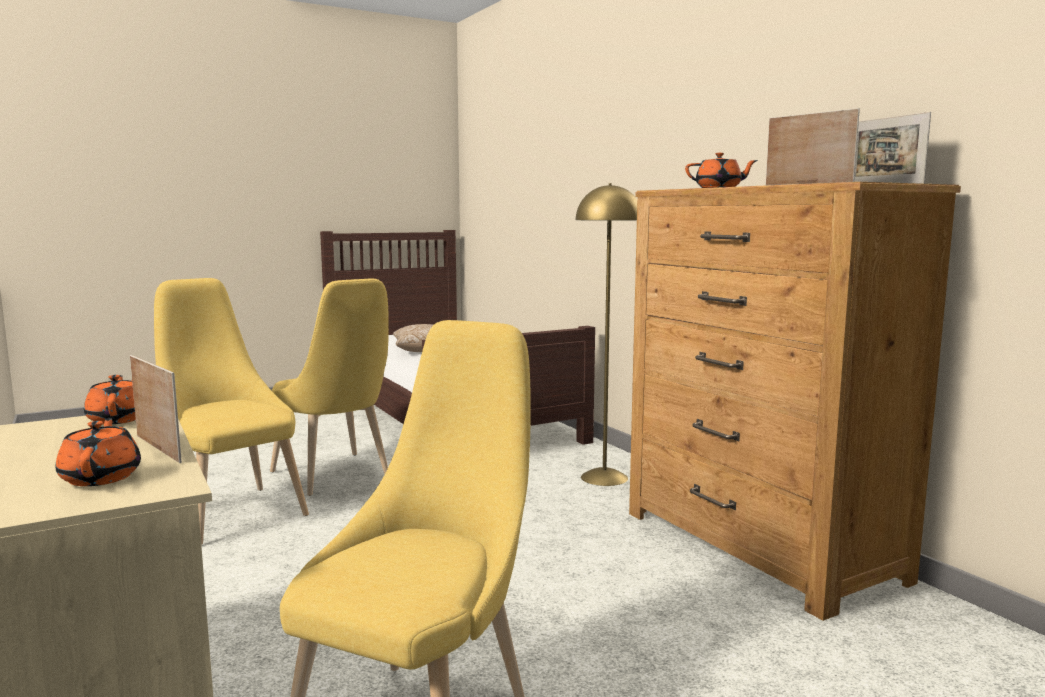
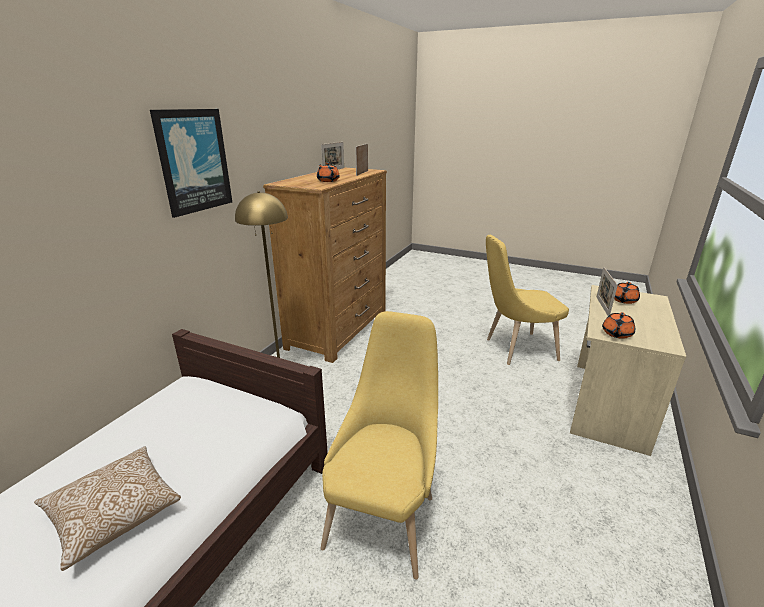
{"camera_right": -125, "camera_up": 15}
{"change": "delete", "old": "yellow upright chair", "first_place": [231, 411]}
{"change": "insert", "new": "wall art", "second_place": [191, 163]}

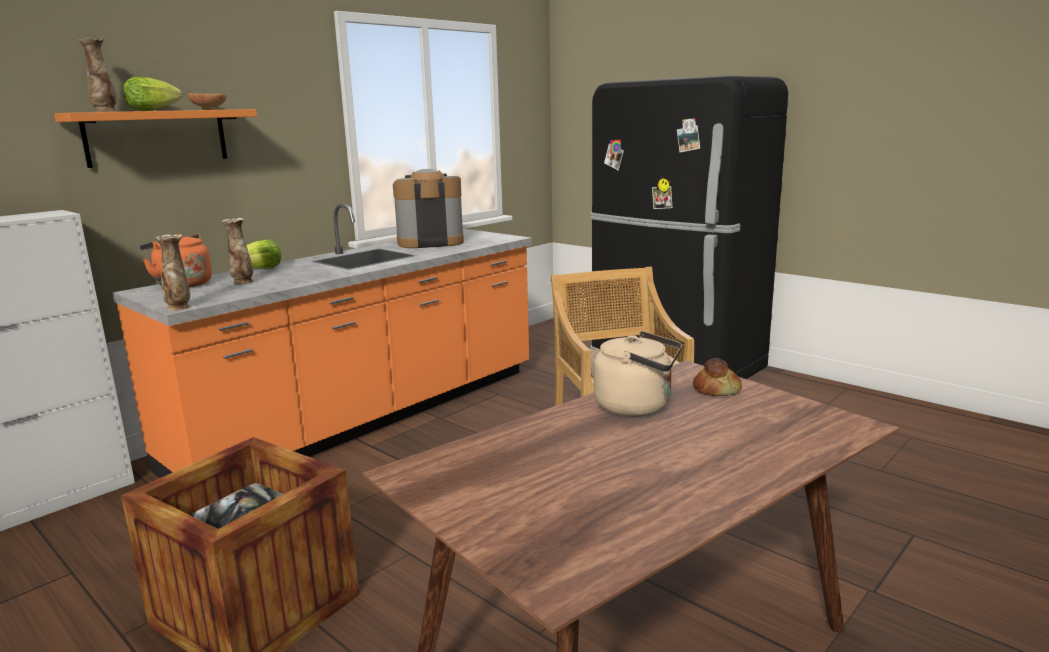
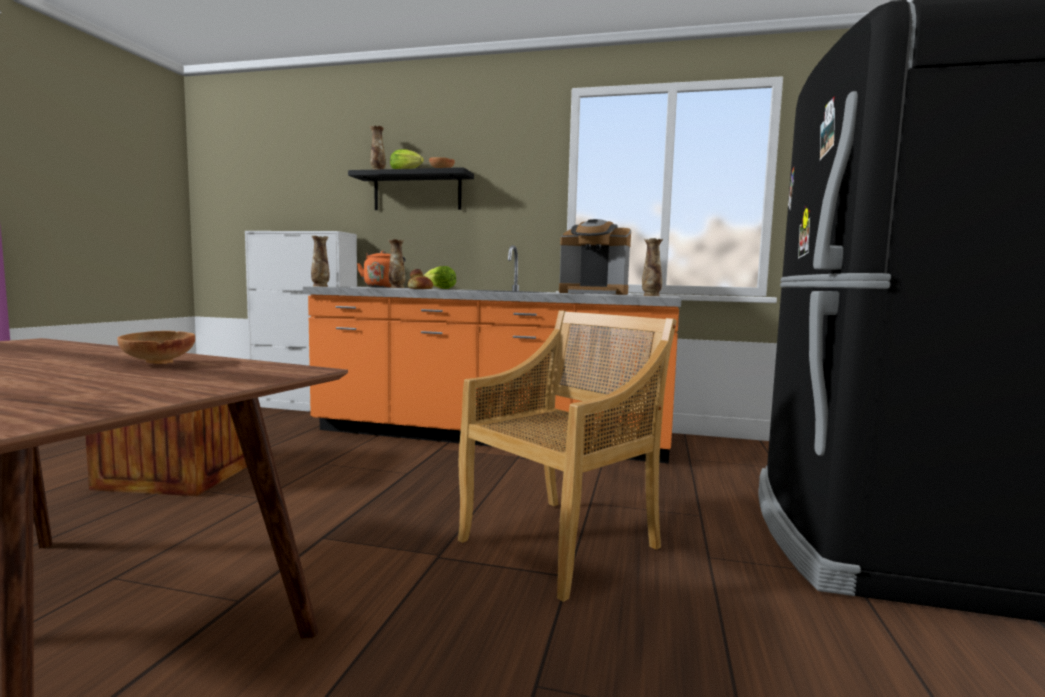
{"camera_right": 60, "camera_up": -10}
{"change": "recolor", "old": "orangey shelf", "new": "black shelf", "first_place": [155, 138], "second_place": [411, 188]}
{"change": "rotate", "old": "coffee machine", "first_place": [428, 208], "second_place": [595, 257], "degrees": 150}
{"change": "replace", "old": "beige-coloured kettle", "new": "brown-coloured deep dish", "first_place": [638, 374], "second_place": [156, 347]}
{"change": "move", "old": "baked bread", "first_place": [717, 377], "second_place": [420, 279]}
{"change": "insert", "new": "vase", "second_place": [652, 267]}

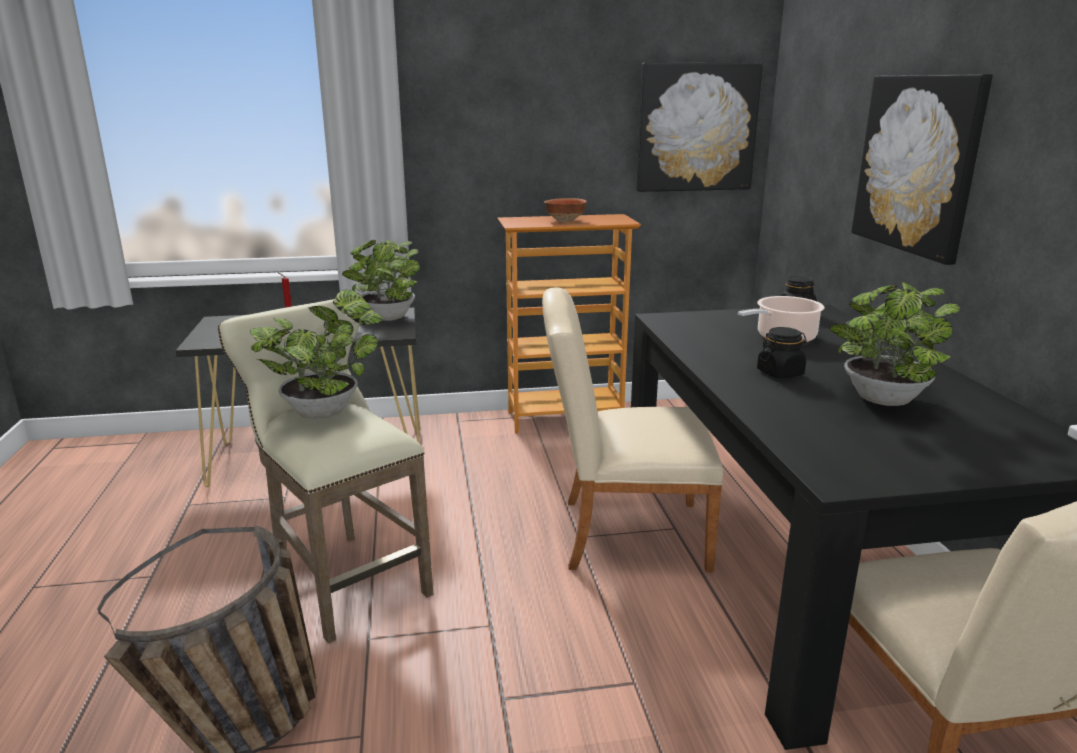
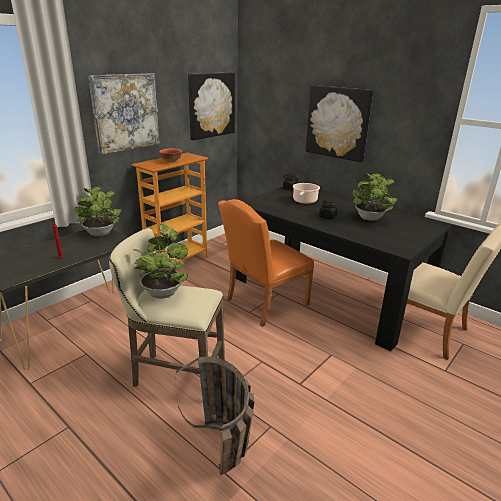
{"camera_right": -40, "camera_up": 5}
{"change": "recolor", "old": "beige-coloured upright chair", "new": "orangey upright chair", "first_place": [632, 429], "second_place": [266, 263]}
{"change": "insert", "new": "wall art", "second_place": [124, 113]}

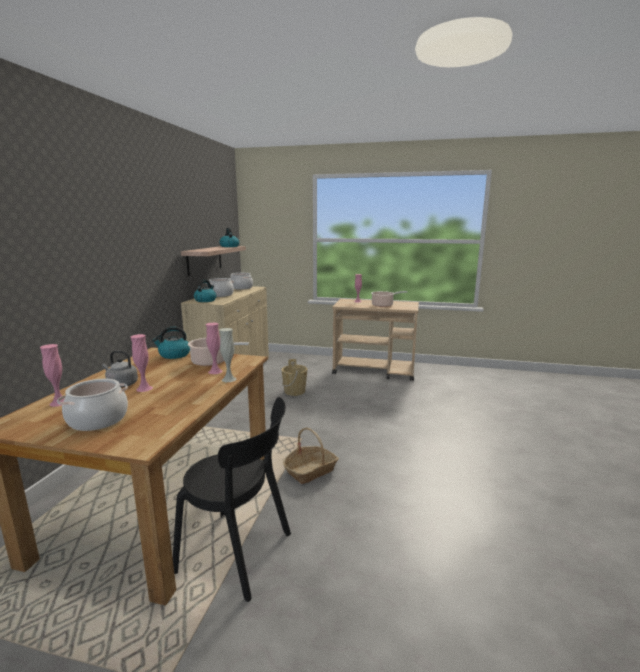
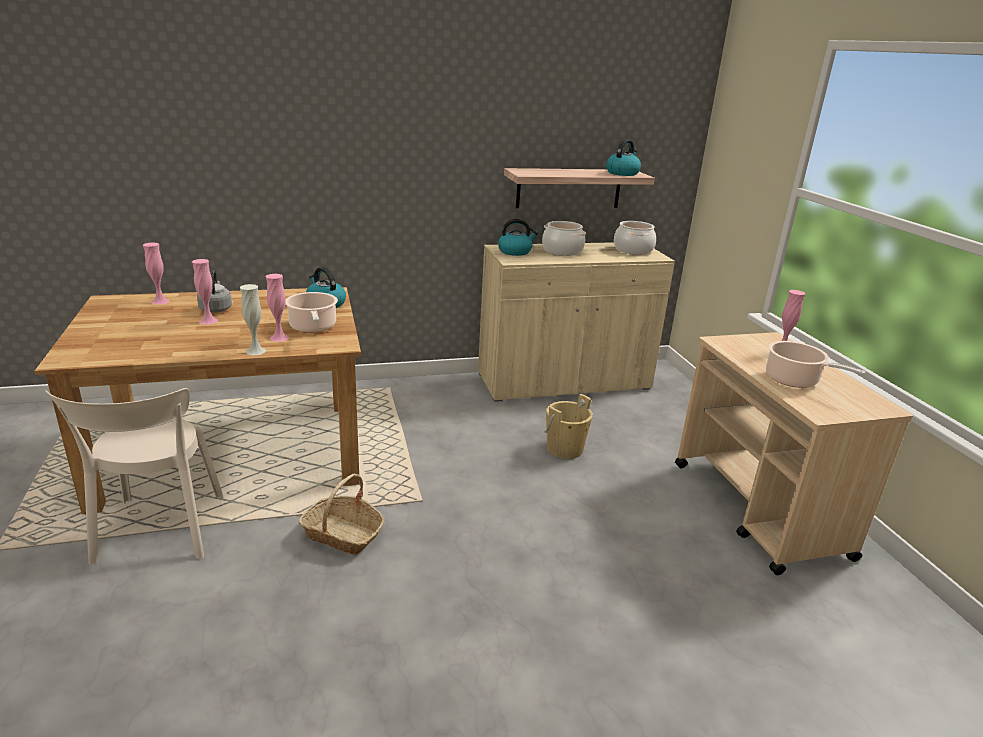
{"camera_right": 60, "camera_up": 10}
{"change": "delete", "old": "cooking pot", "first_place": [92, 405]}
{"change": "recolor", "old": "black upright chair", "new": "beige-coloured upright chair", "first_place": [232, 499], "second_place": [134, 476]}

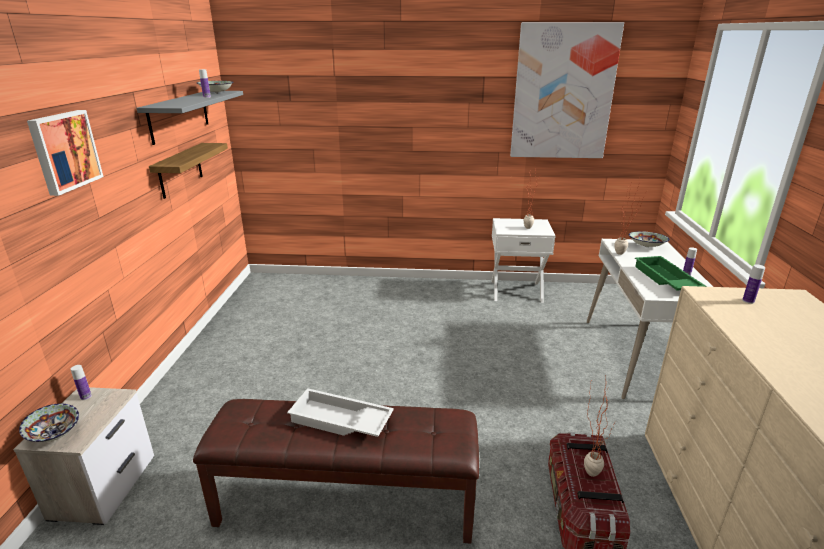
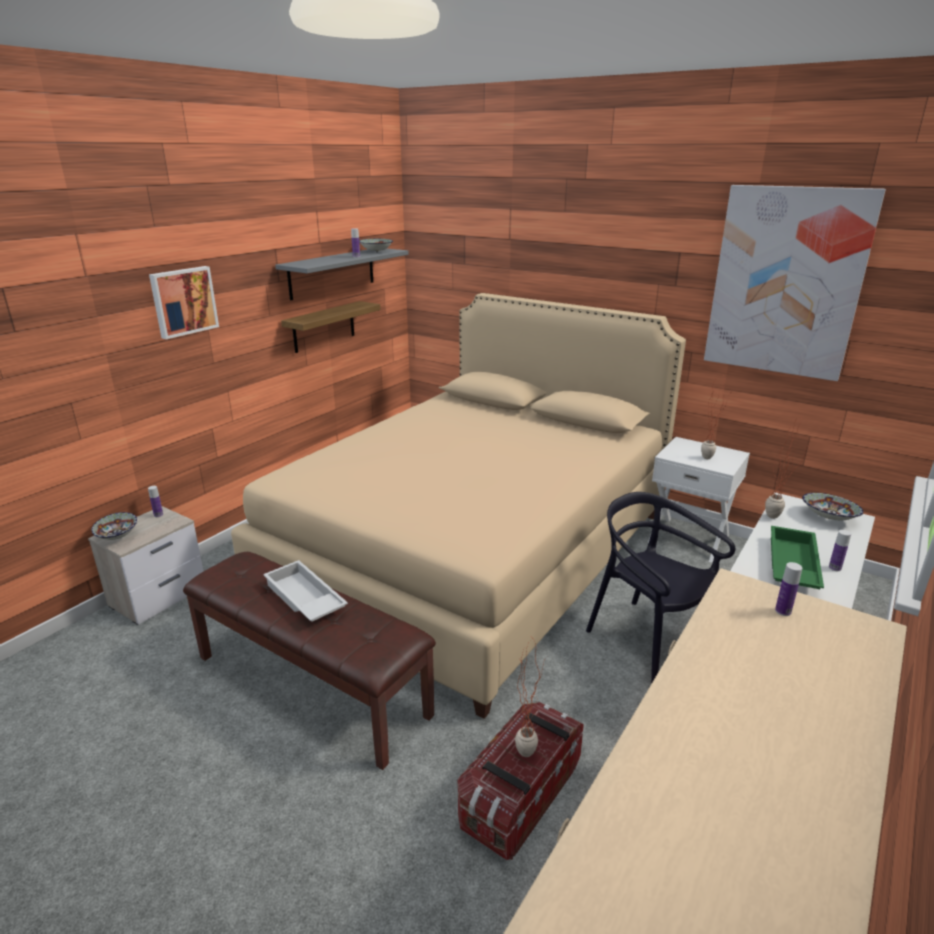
{"camera_right": 30, "camera_up": 0}
{"change": "insert", "new": "beige-coloured bed", "second_place": [458, 506]}
{"change": "insert", "new": "black upright chair", "second_place": [660, 588]}

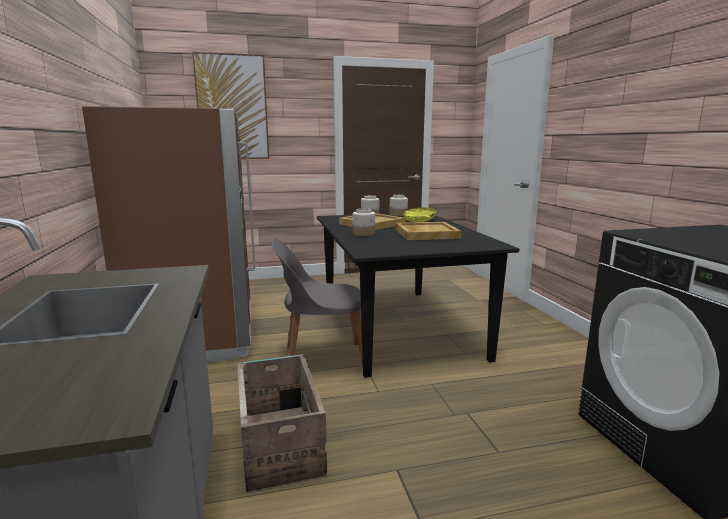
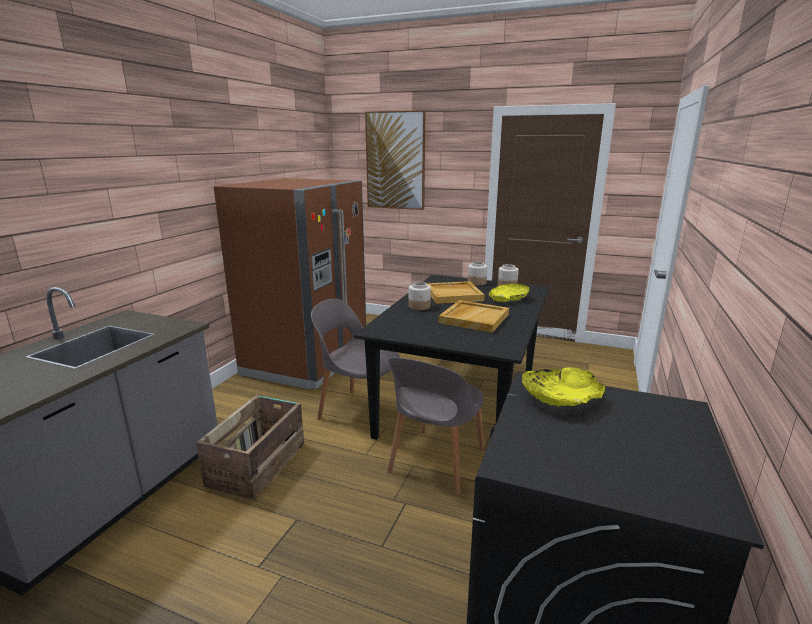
{"camera_right": 35, "camera_up": 5}
{"change": "insert", "new": "gray upright chair", "second_place": [435, 426]}
{"change": "insert", "new": "yellow deep dish", "second_place": [563, 386]}

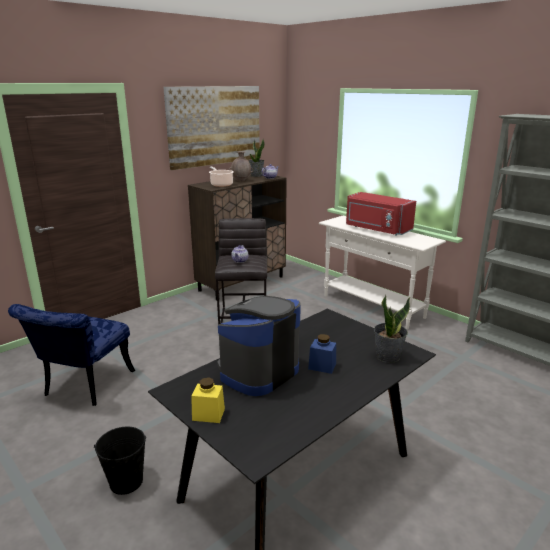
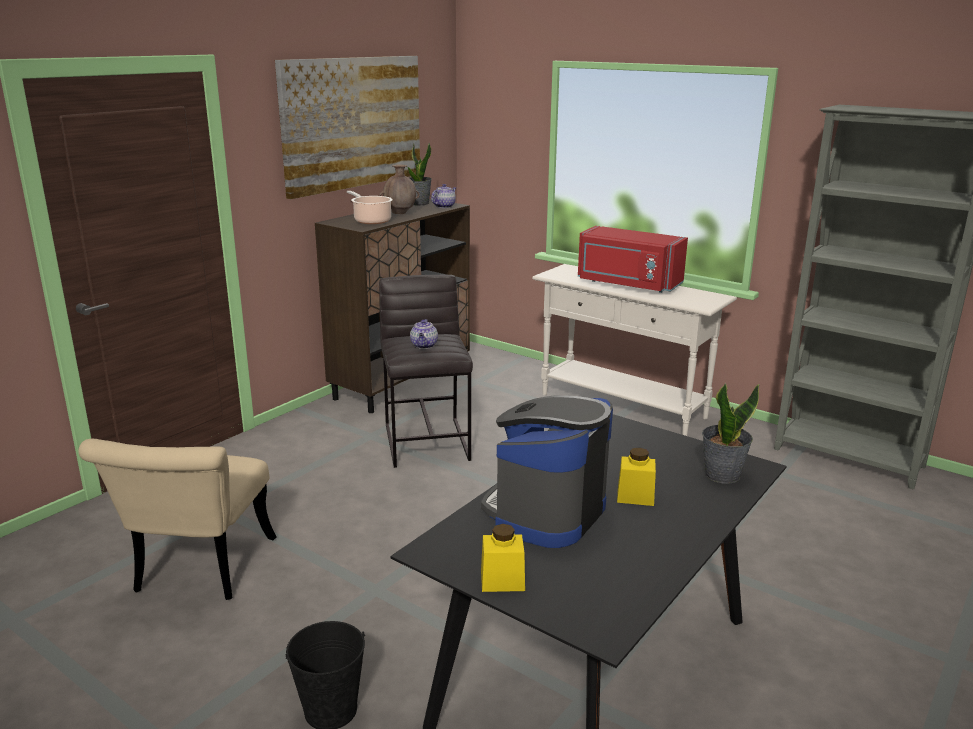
{"camera_right": -10, "camera_up": 0}
{"change": "recolor", "old": "blue-coloured upright chair", "new": "beige-coloured upright chair", "first_place": [71, 355], "second_place": [177, 519]}
{"change": "recolor", "old": "blue-coloured jar", "new": "yellow jar", "first_place": [322, 354], "second_place": [636, 477]}

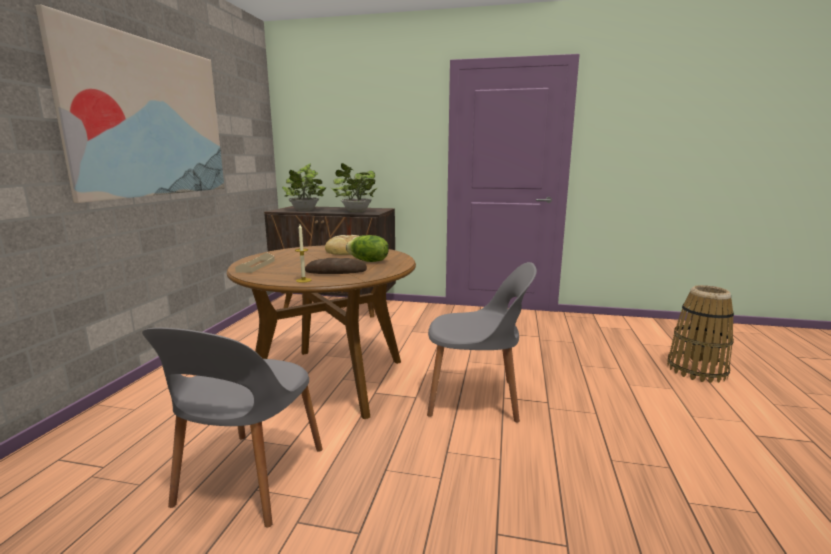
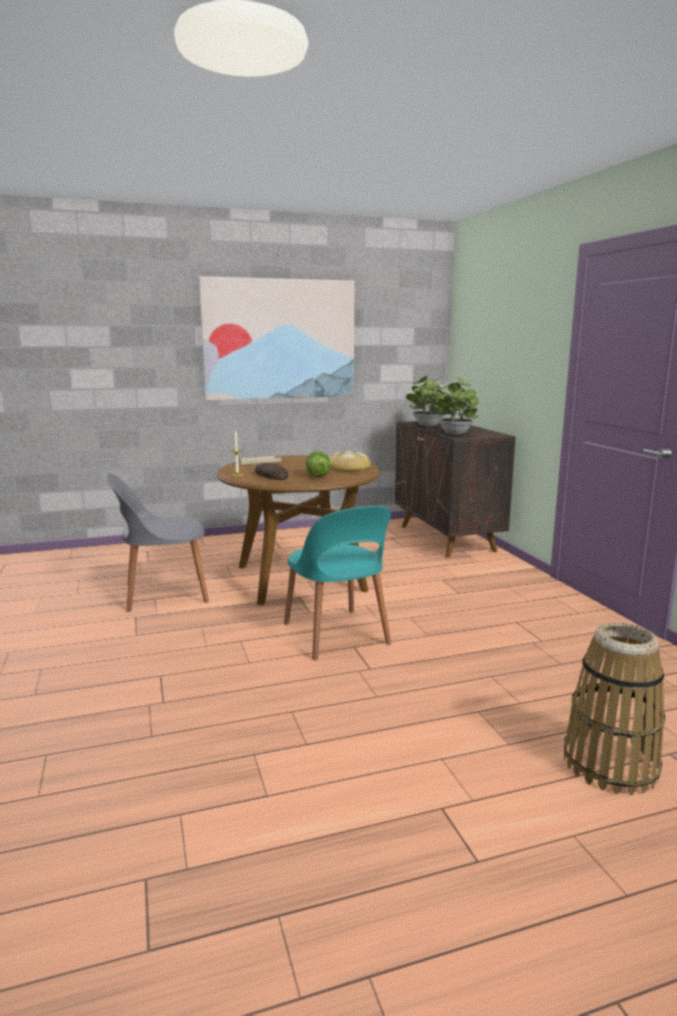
{"camera_right": 60, "camera_up": 0}
{"change": "recolor", "old": "gray upright chair", "new": "turquoise-coloured upright chair", "first_place": [482, 342], "second_place": [337, 583]}

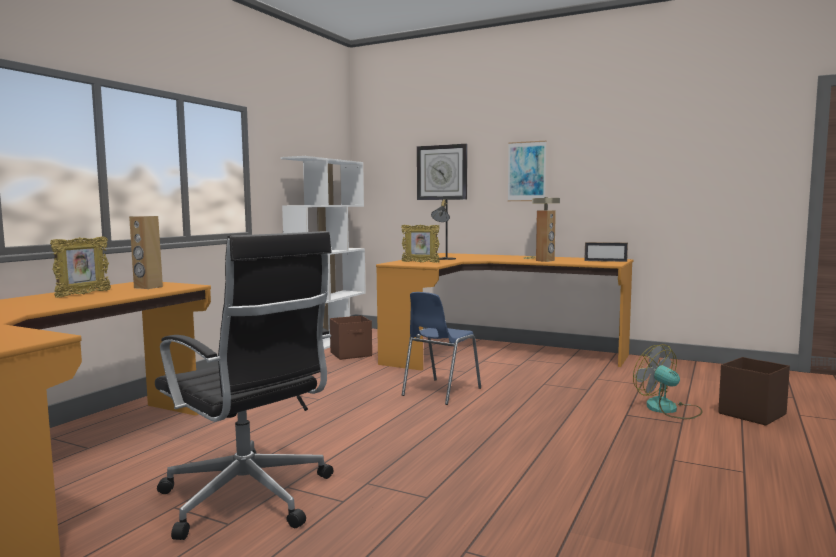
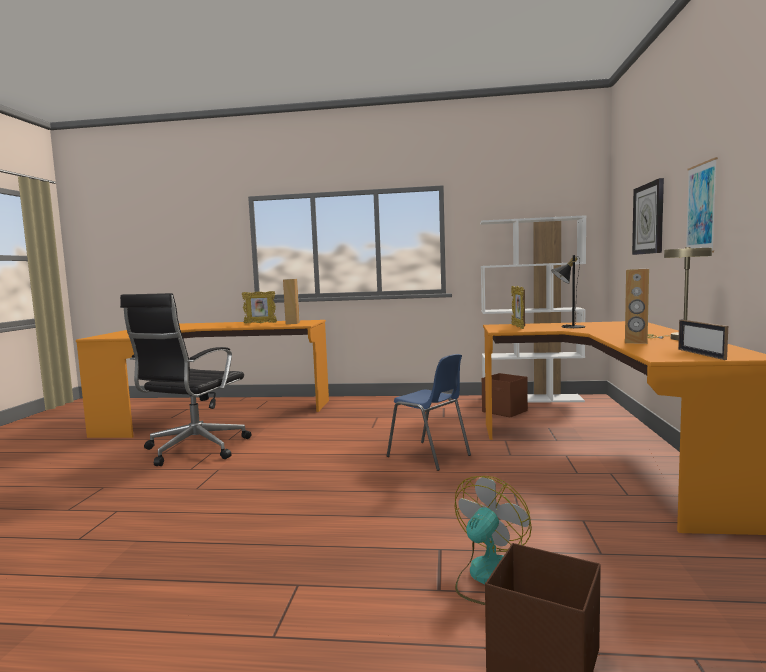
{"camera_right": 70, "camera_up": 0}
{"change": "rotate", "old": "blue-coloured upright chair", "first_place": [441, 348], "second_place": [429, 412], "degrees": -150}

